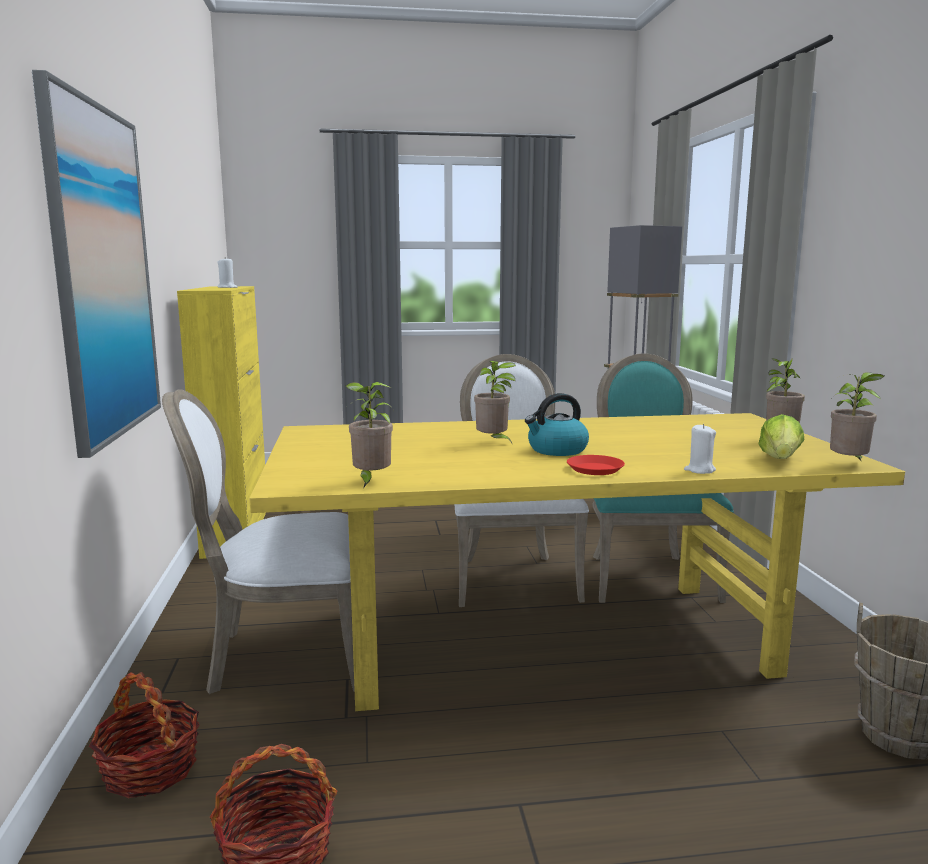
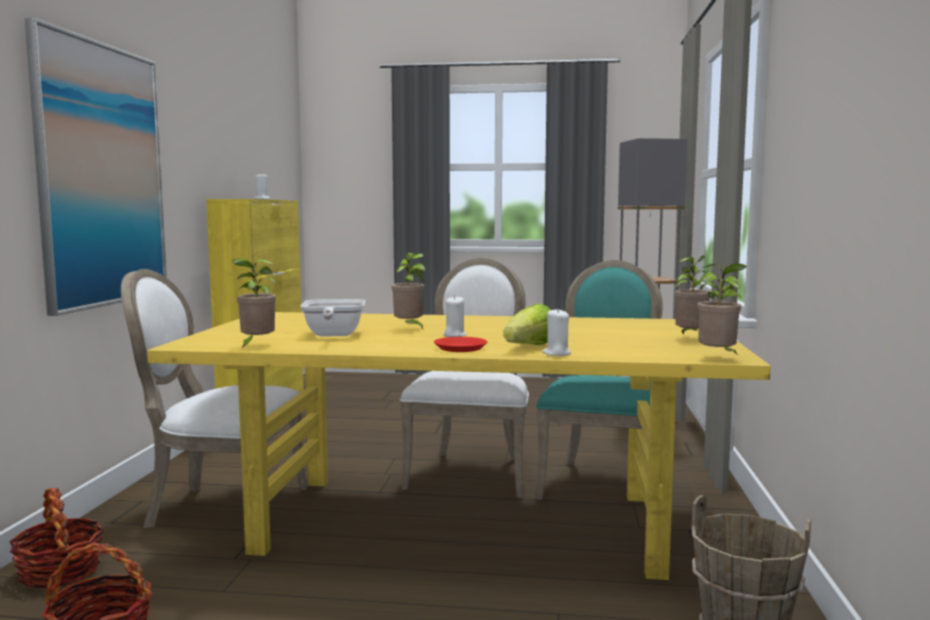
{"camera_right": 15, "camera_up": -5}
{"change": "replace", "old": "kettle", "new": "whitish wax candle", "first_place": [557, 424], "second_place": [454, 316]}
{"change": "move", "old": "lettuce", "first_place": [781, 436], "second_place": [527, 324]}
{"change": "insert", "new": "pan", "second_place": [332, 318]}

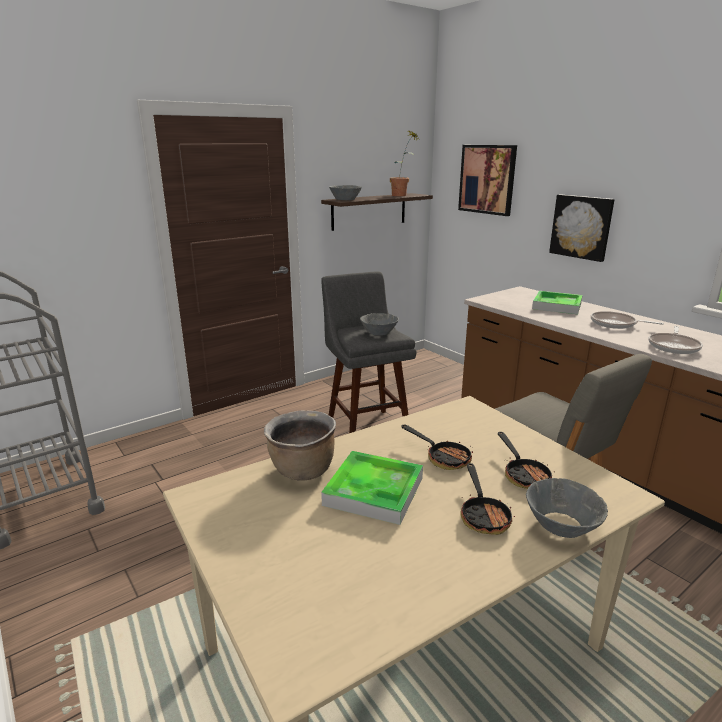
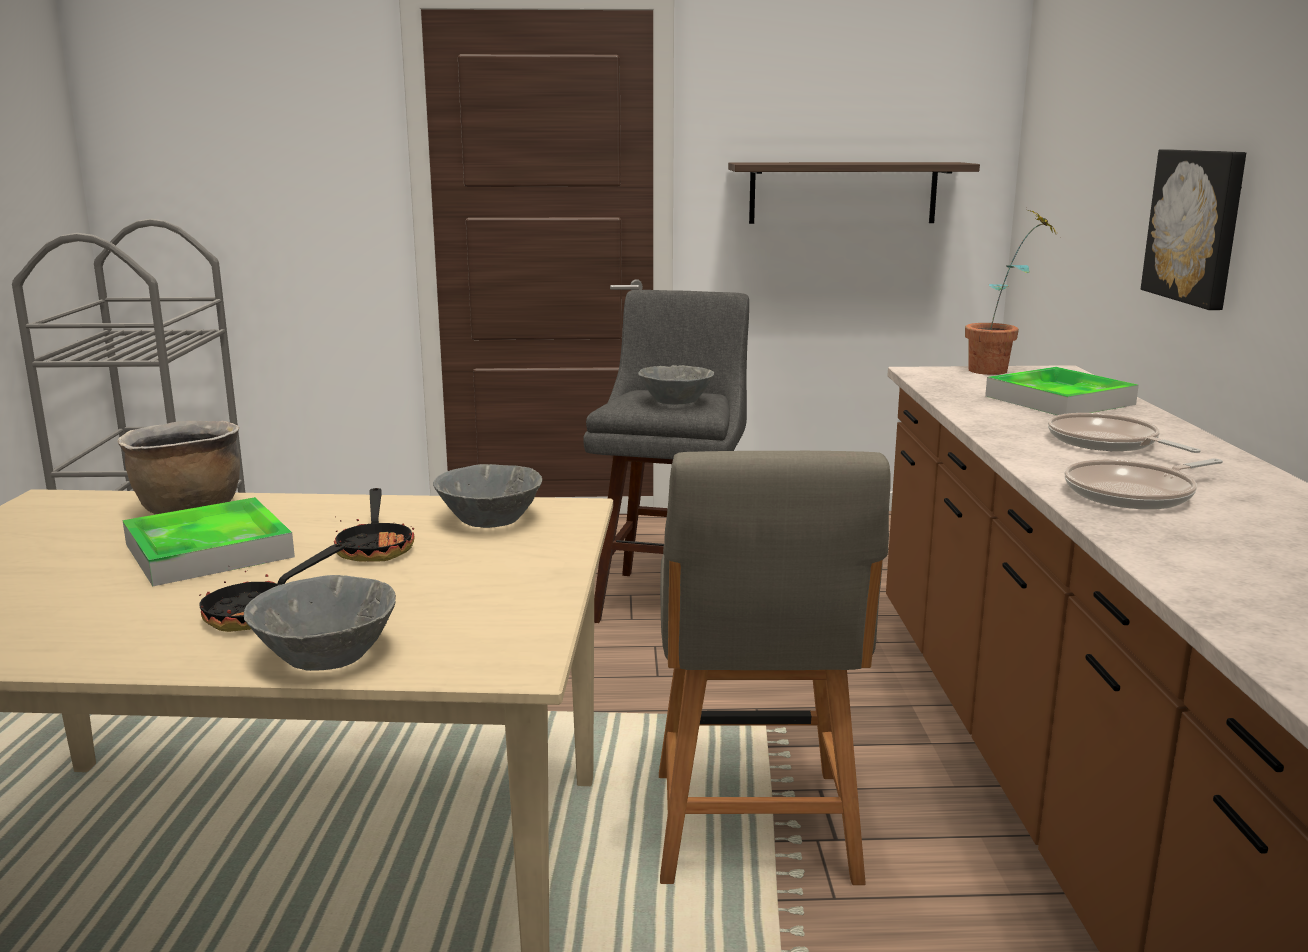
{"camera_right": 35, "camera_up": -5}
{"change": "move", "old": "gray deep dish", "first_place": [345, 192], "second_place": [487, 496]}
{"change": "move", "old": "houseplant", "first_place": [404, 163], "second_place": [1011, 292]}
{"change": "delete", "old": "wall art", "first_place": [487, 180]}
{"change": "delete", "old": "pan", "first_place": [526, 460]}

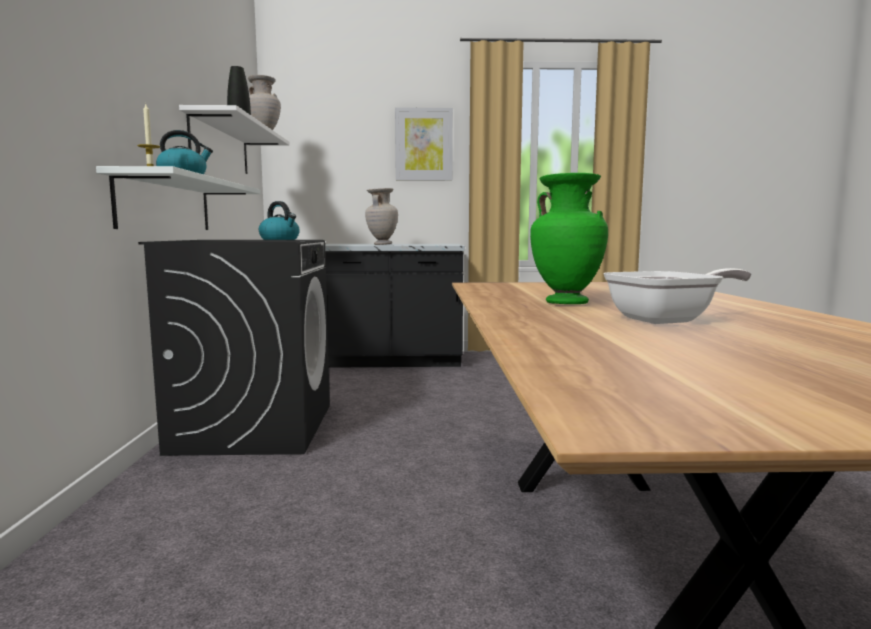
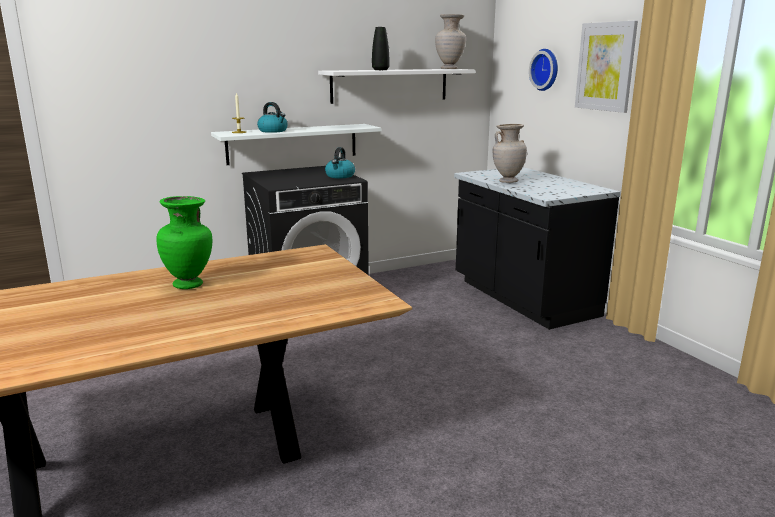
{"camera_right": 65, "camera_up": 10}
{"change": "delete", "old": "pan", "first_place": [677, 296]}
{"change": "insert", "new": "hanging clock", "second_place": [543, 70]}

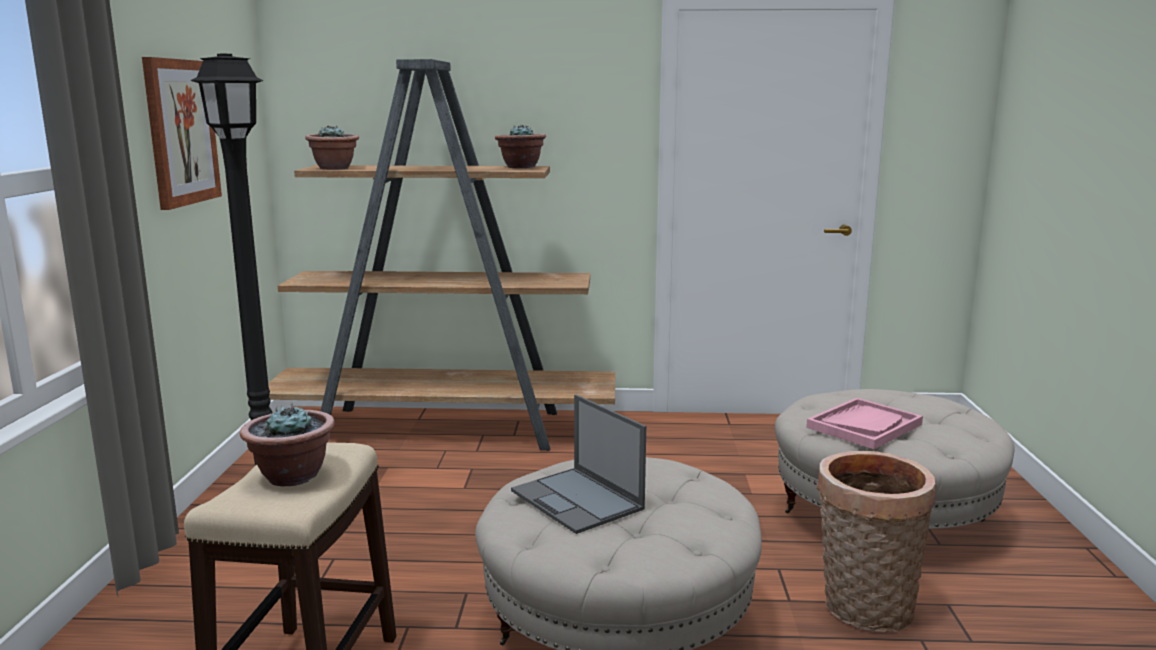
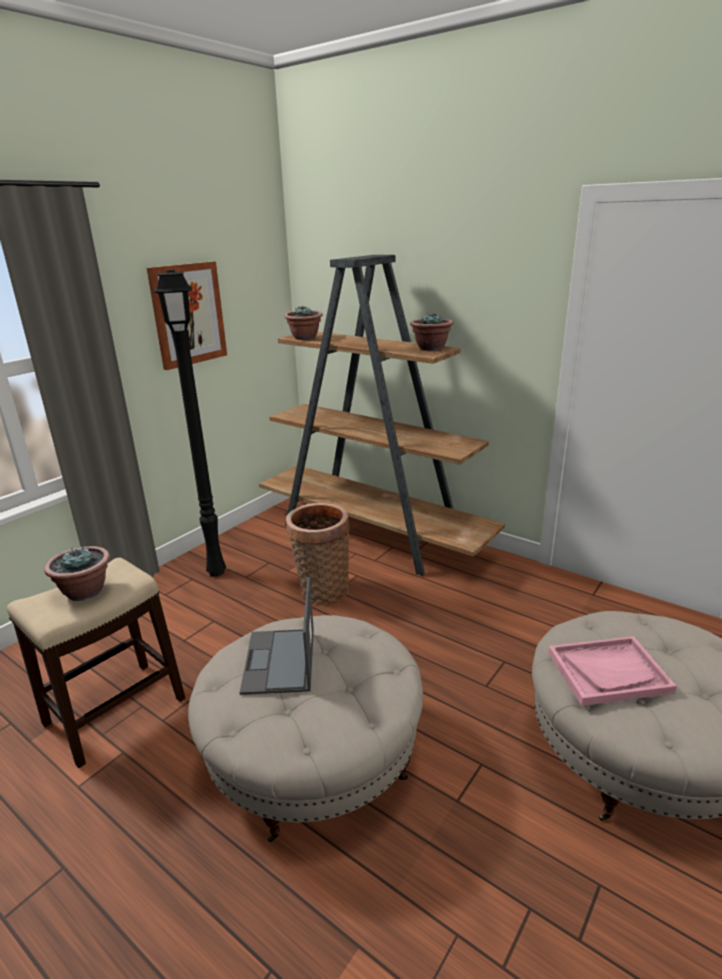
{"camera_right": 35, "camera_up": 10}
{"change": "move", "old": "storage basket", "first_place": [876, 541], "second_place": [318, 554]}

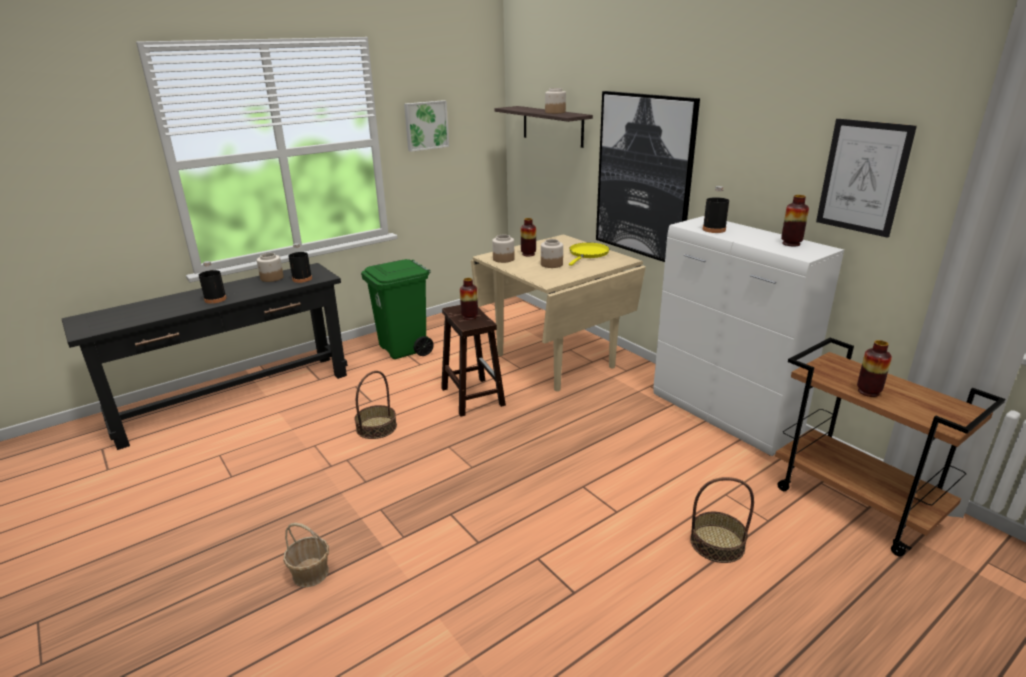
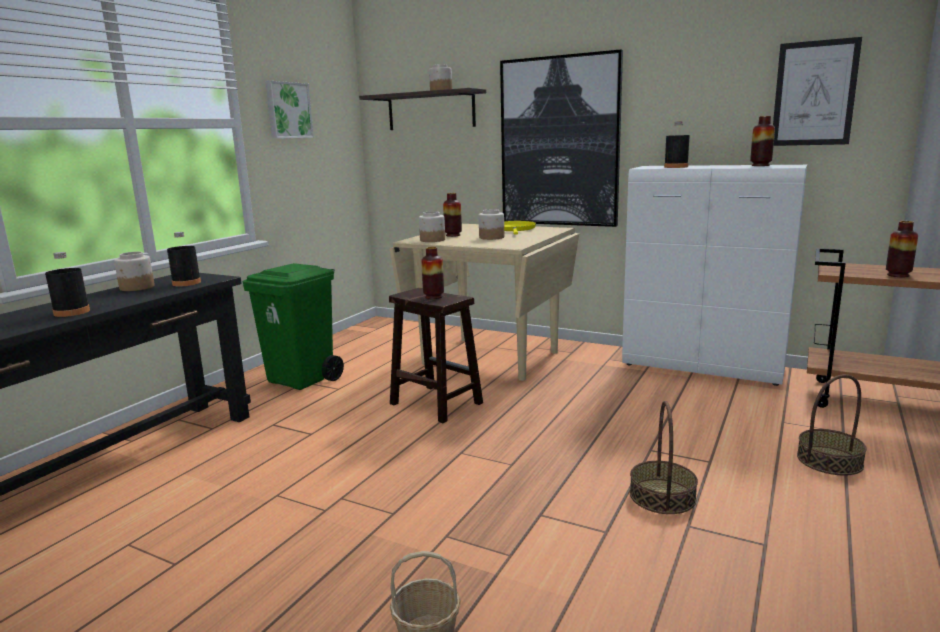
{"camera_right": -25, "camera_up": -10}
{"change": "move", "old": "storage basket", "first_place": [376, 405], "second_place": [664, 457]}

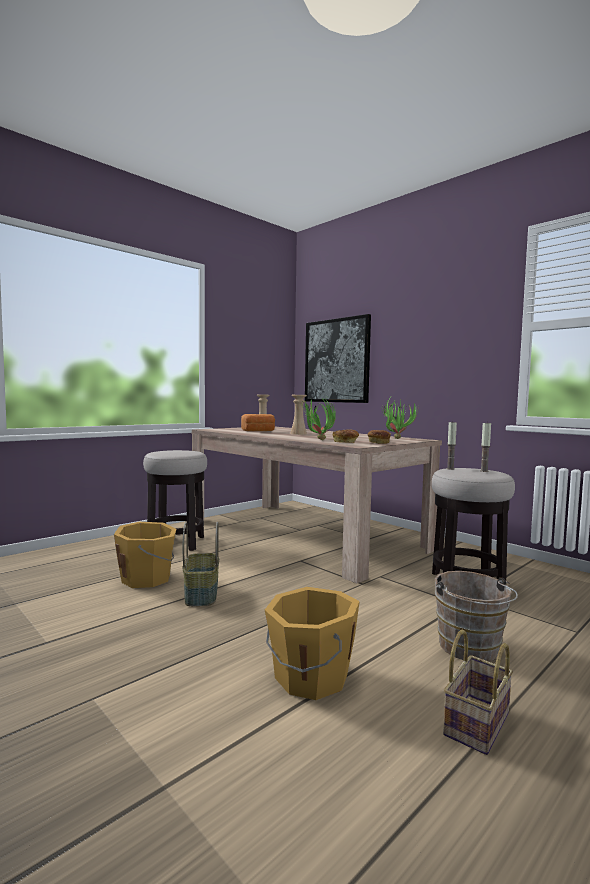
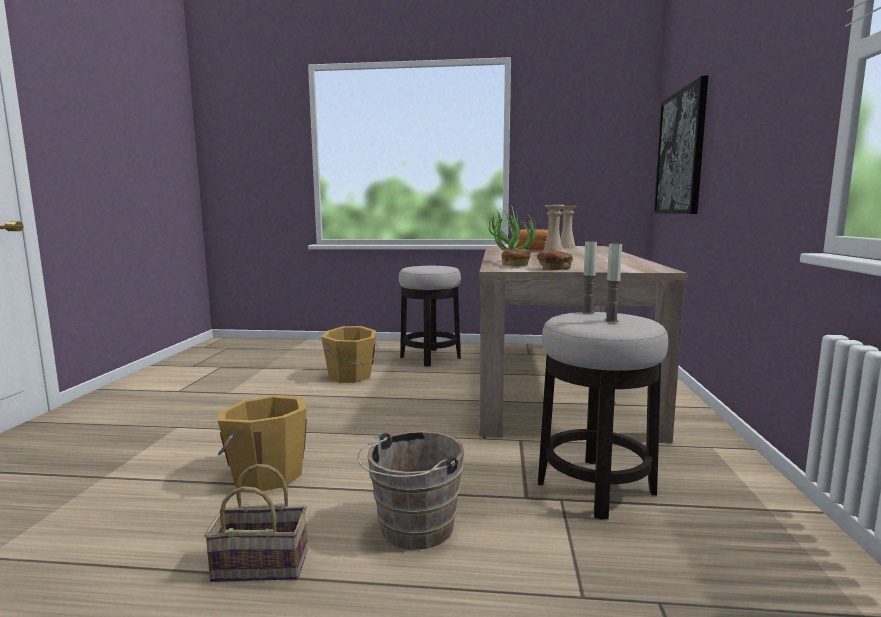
{"camera_right": 50, "camera_up": 5}
{"change": "delete", "old": "storage basket", "first_place": [200, 564]}
{"change": "delete", "old": "houseplant", "first_place": [400, 419]}

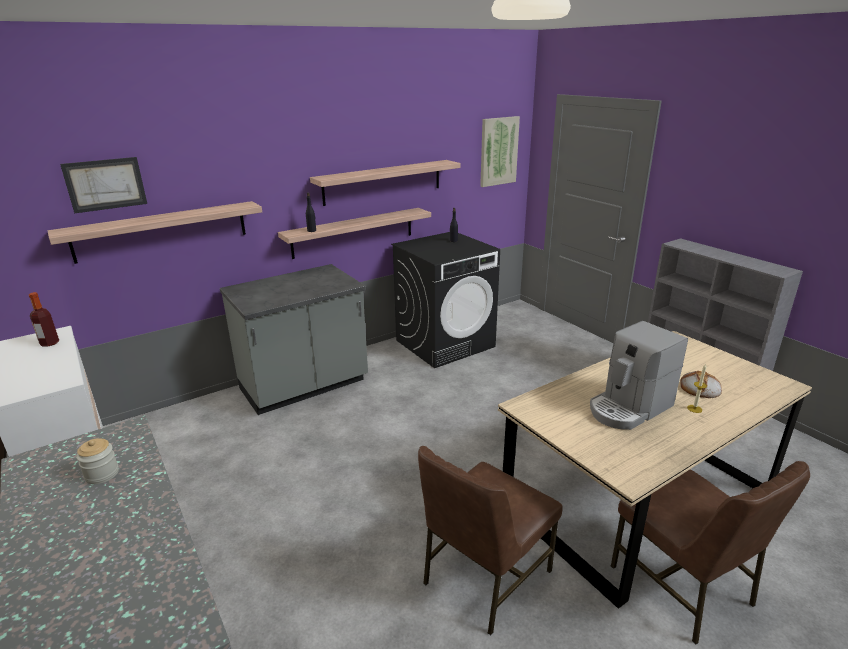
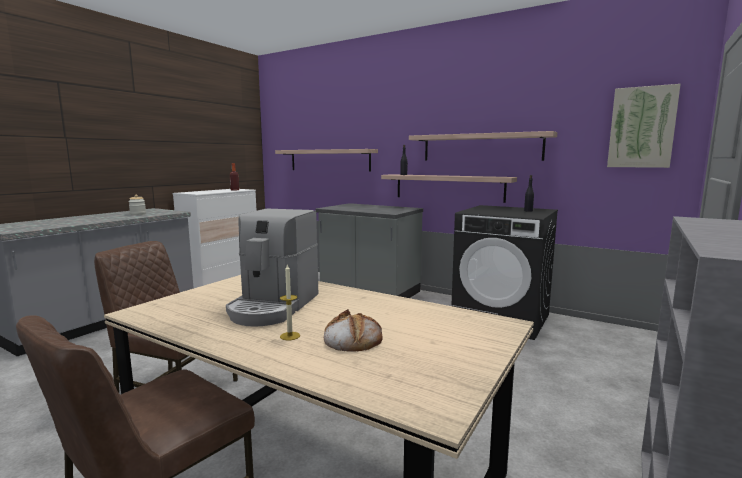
{"camera_right": 65, "camera_up": -15}
{"change": "delete", "old": "wall art", "first_place": [103, 185]}
{"change": "rotate", "old": "coffee machine", "first_place": [639, 375], "second_place": [272, 267], "degrees": -105}

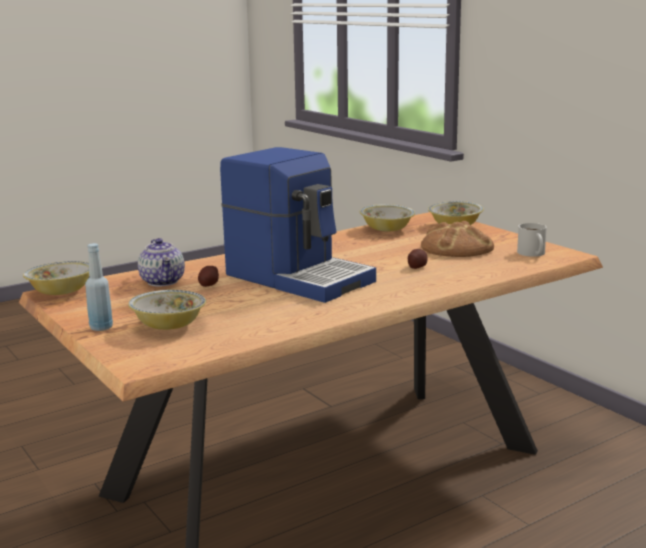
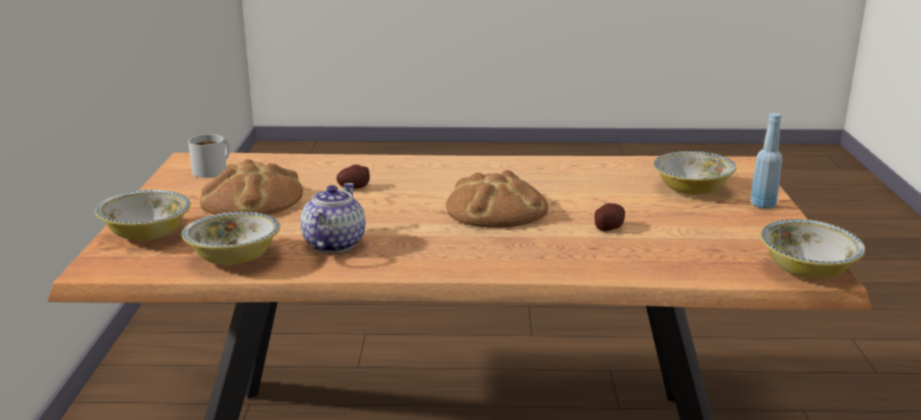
{"camera_right": -145, "camera_up": 5}
{"change": "move", "old": "pot for tea", "first_place": [161, 262], "second_place": [332, 218]}
{"change": "replace", "old": "coffee machine", "new": "baked bread", "first_place": [298, 225], "second_place": [497, 199]}

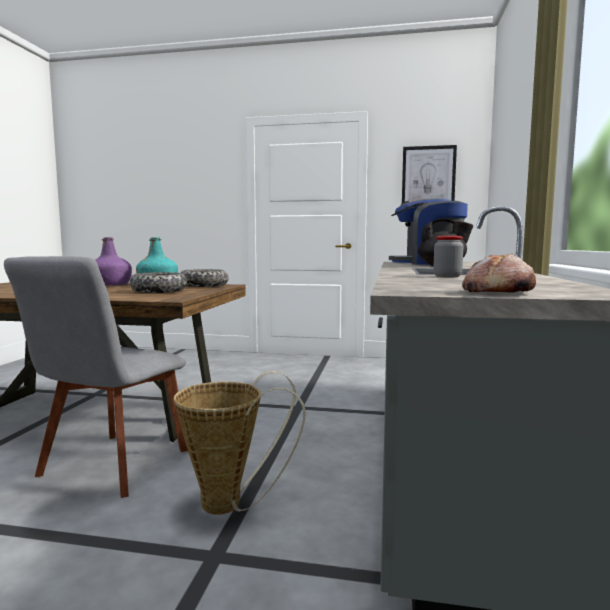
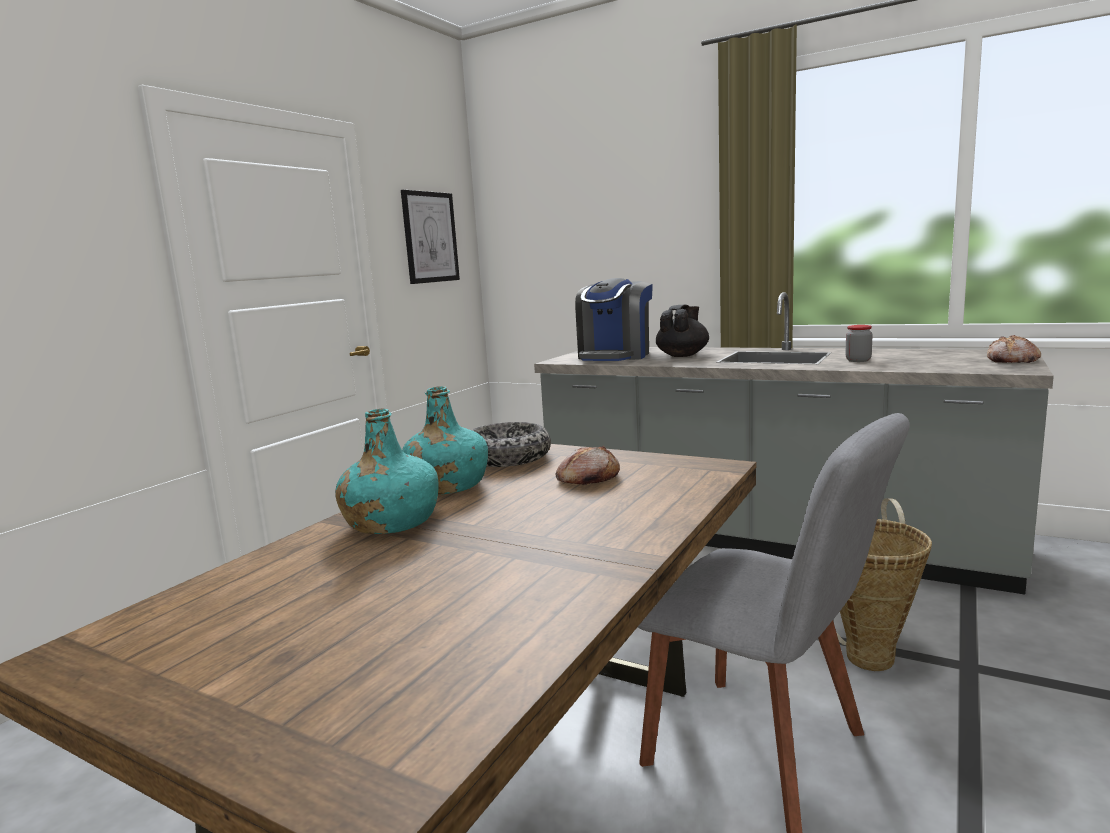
{"camera_right": -70, "camera_up": 5}
{"change": "recolor", "old": "purplish bottle", "new": "turquoise-coloured bottle", "first_place": [113, 261], "second_place": [386, 471]}
{"change": "replace", "old": "deep dish", "new": "baked bread", "first_place": [158, 282], "second_place": [588, 465]}

